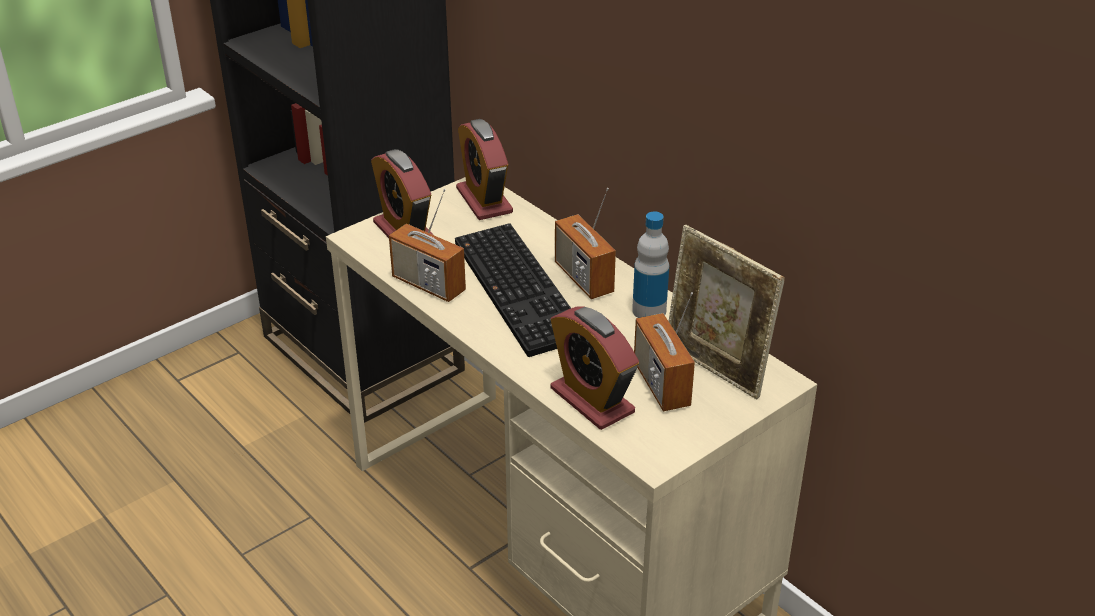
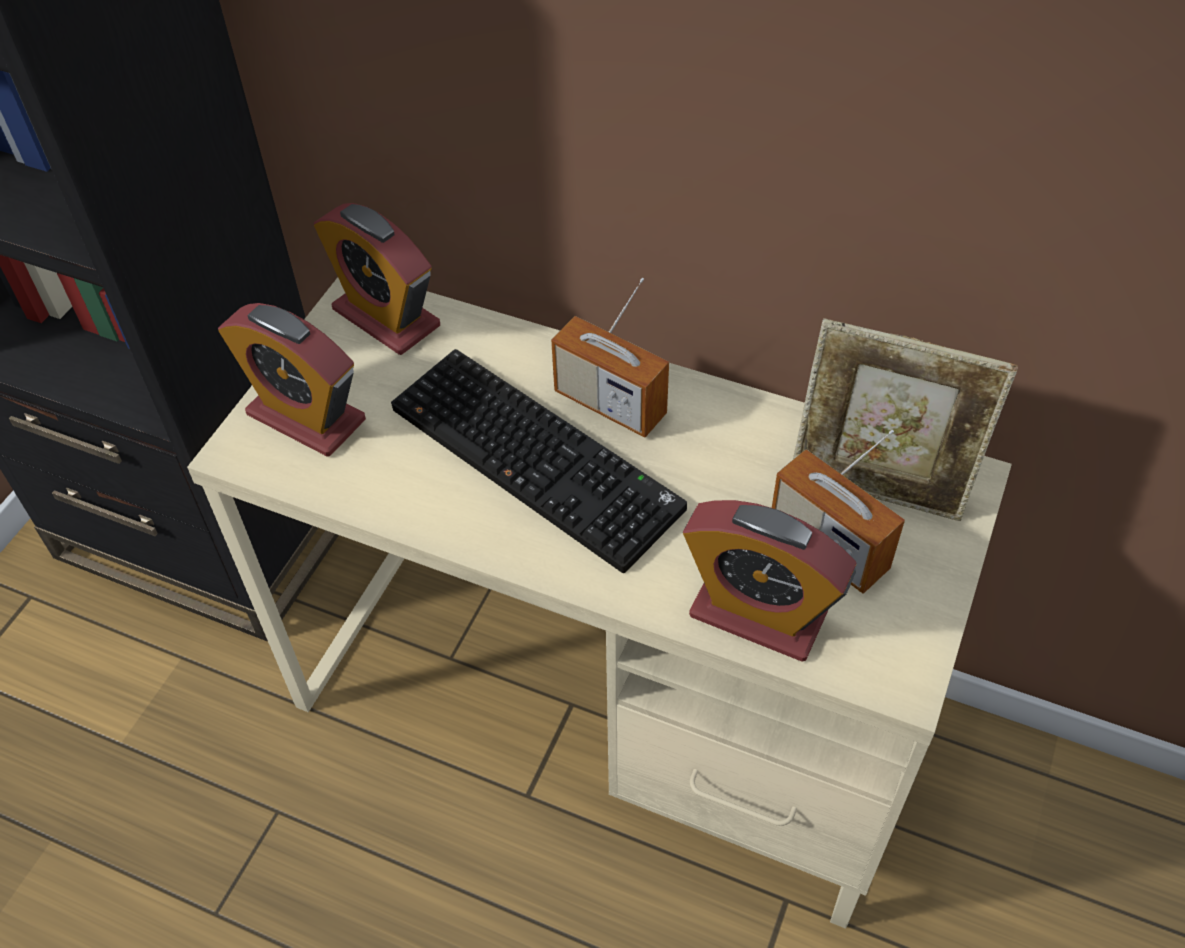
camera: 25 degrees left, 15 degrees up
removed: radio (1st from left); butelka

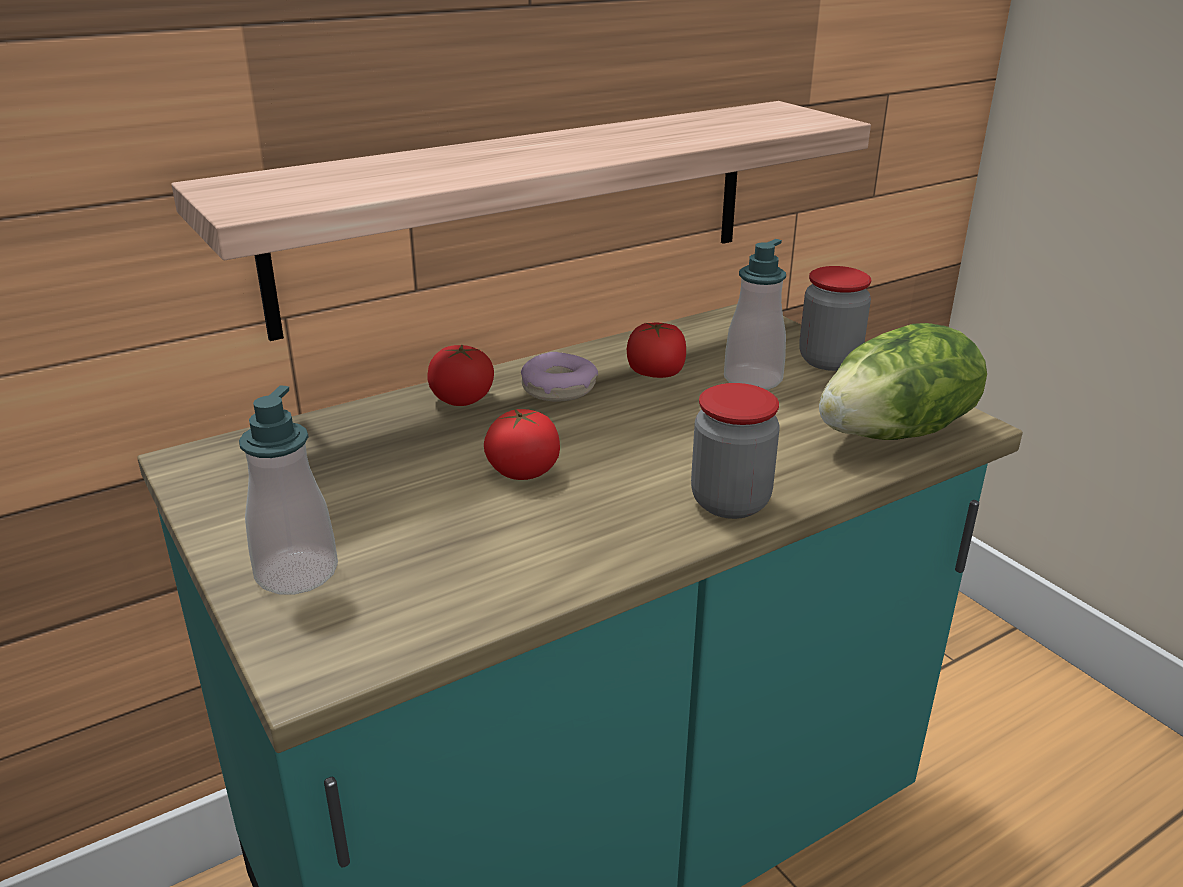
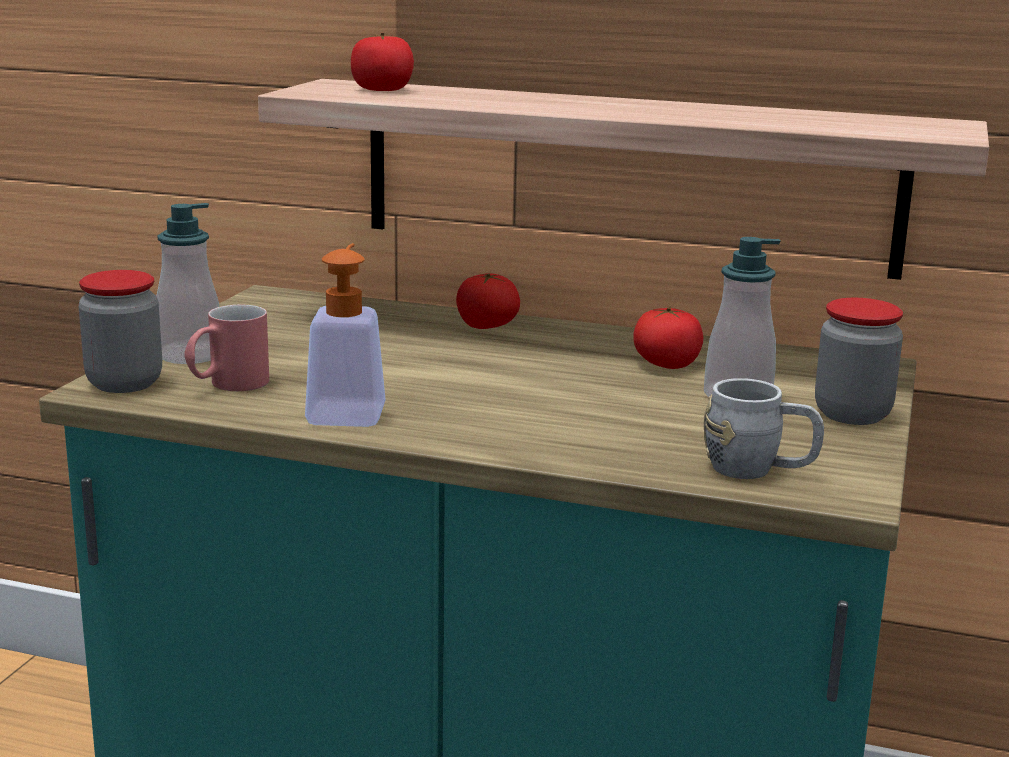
camera: 50 degrees right, 10 degrees down
removed: donut
added: kubek/czerwony; dozownik mydła (2nd from left)
moved: pomidor (2nd from left in the first image) to pomidor (1st from left); słoik (1st from left)
replaced: sałata to kubek/szary

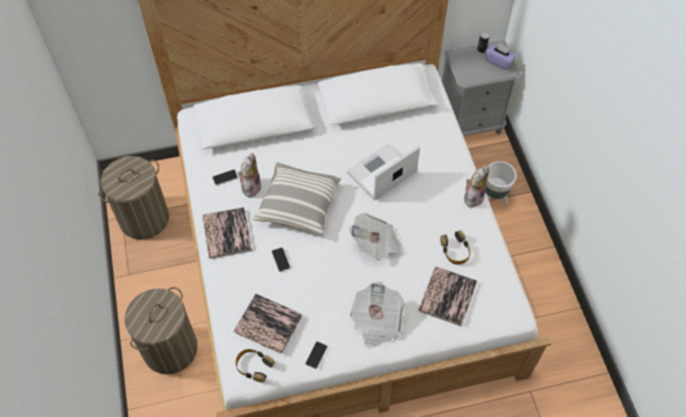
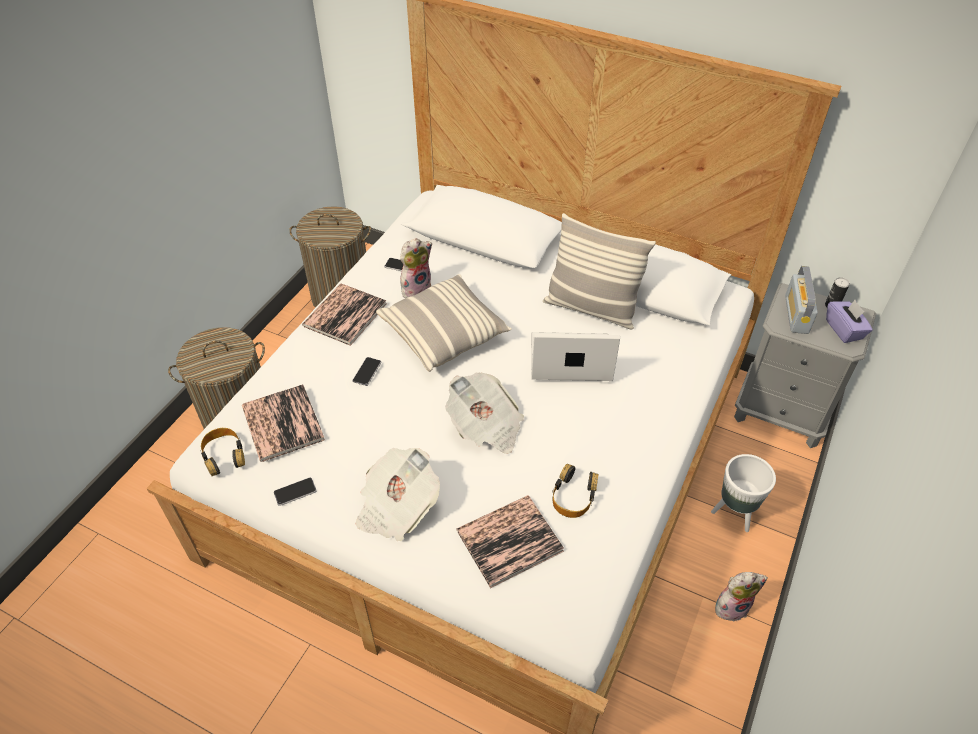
camera: 40 degrees right, 10 degrees down
added: poduszka (2nd from left); radio
moved: pluszak (2nd from left)

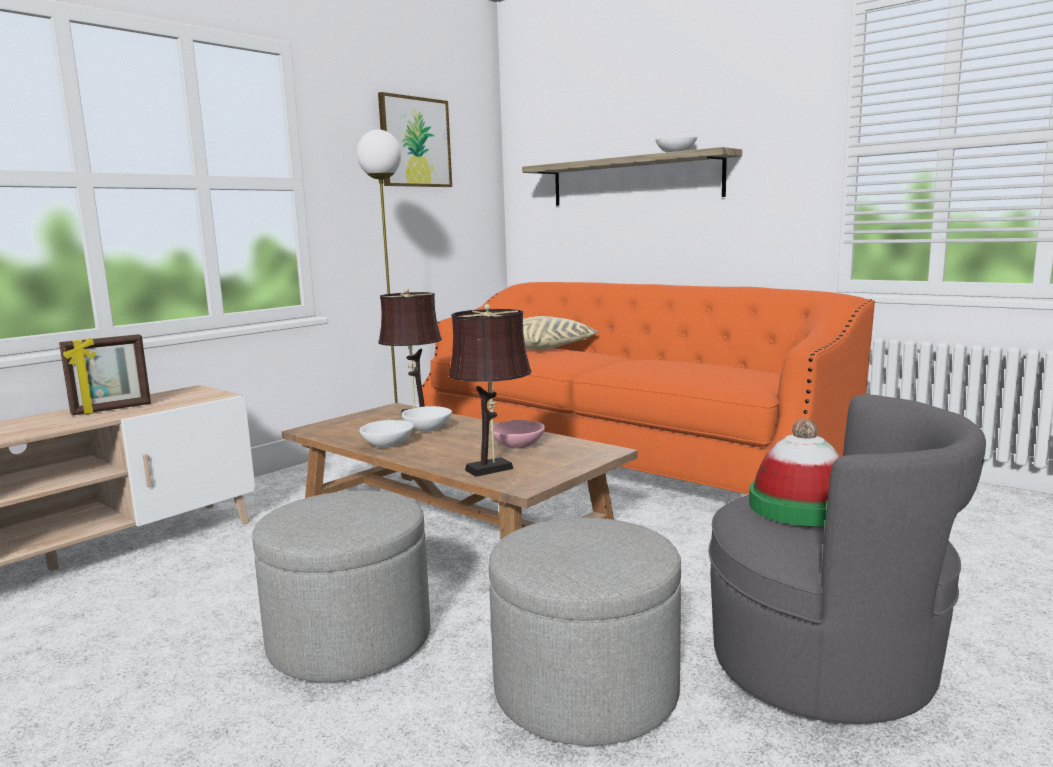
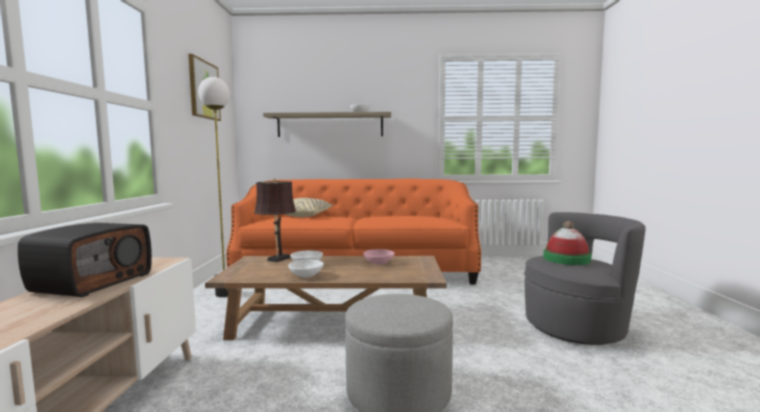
camera: 40 degrees left, 5 degrees down
removed: lampa stołowa/brązowy (2nd from left); pufa/szary (2nd from left)
replaced: ramka na zdjęcie to radio

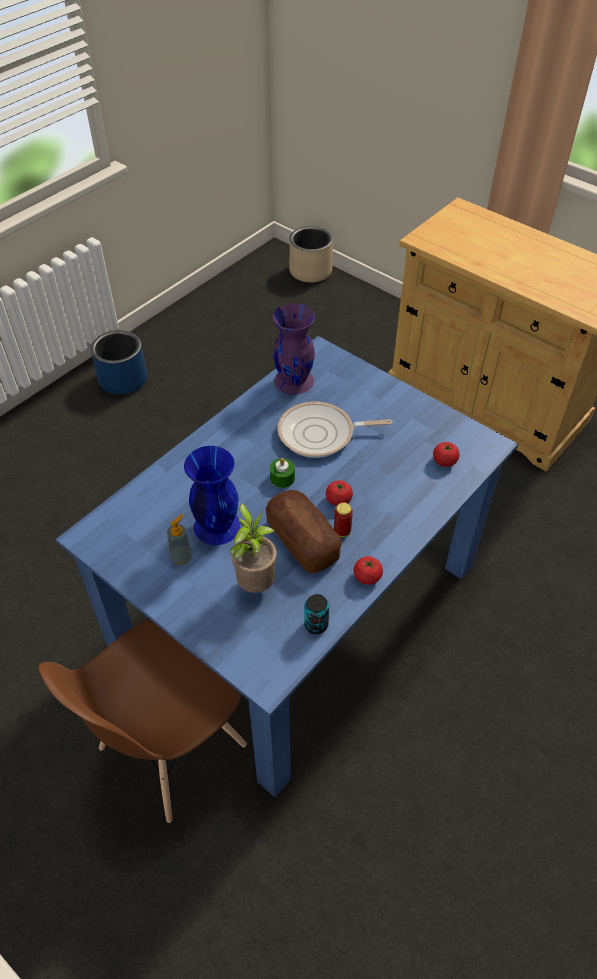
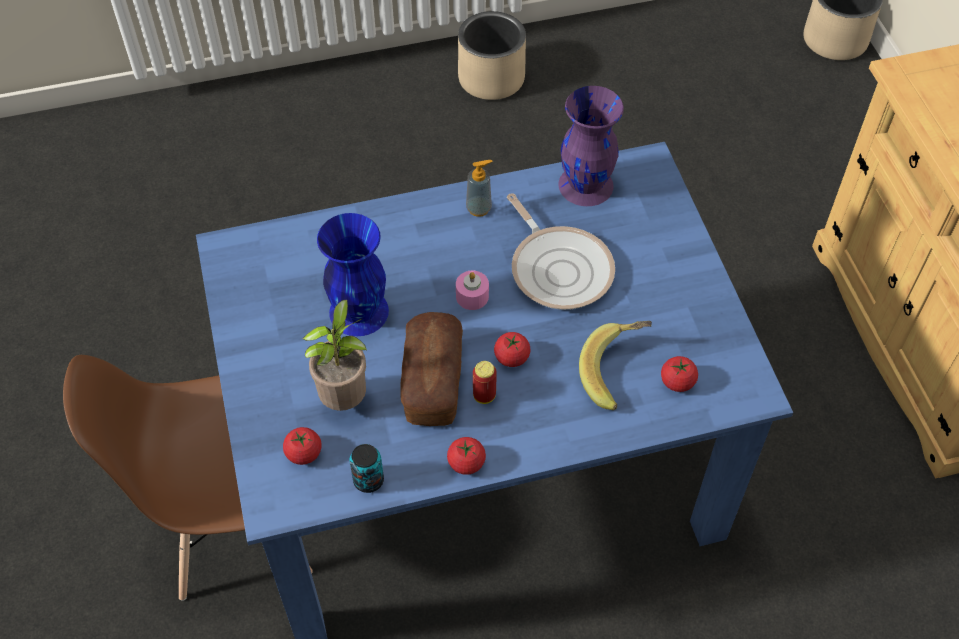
camera: 35 degrees right, 5 degrees up
added: pomidor (1st from left); banan
moved: dozownik mydła
recoloured: donica/niebieski to donica/beżowy (1st from left); świeca/zielony to świeca/różowy
turned: patelnia 150 degrees counterclockwise

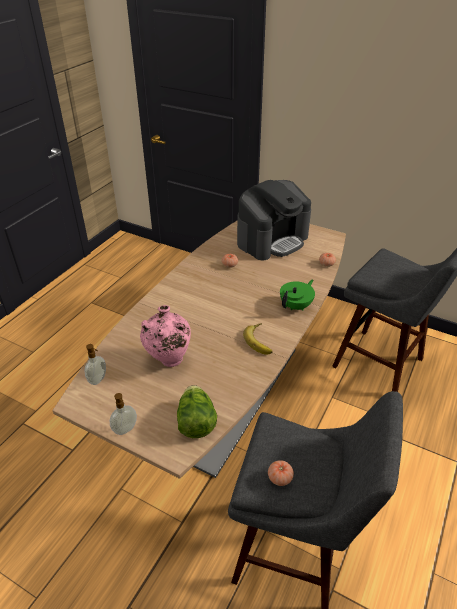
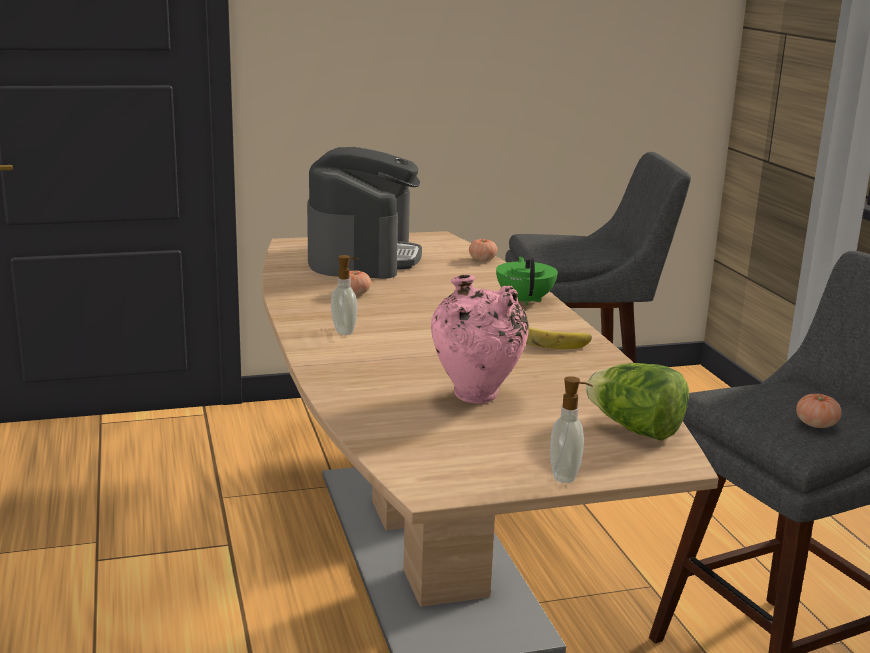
camera: 45 degrees left, 20 degrees down
moved: dozownik mydła (1st from left)

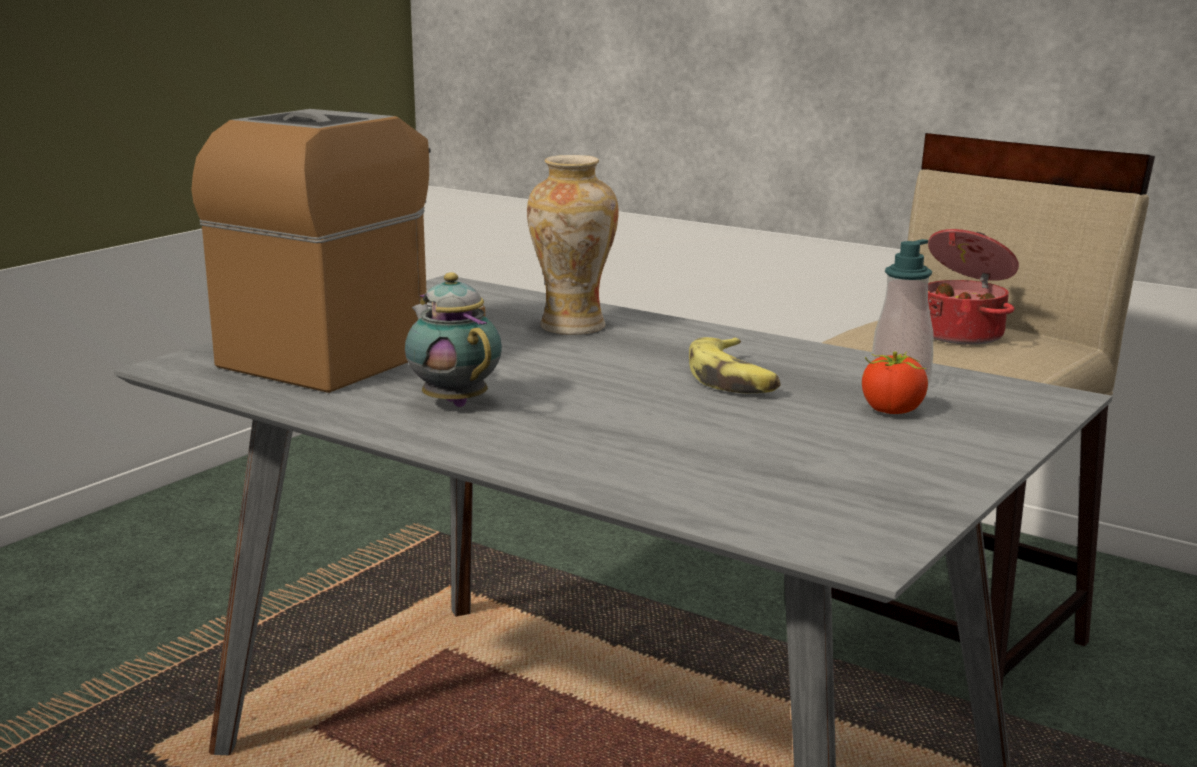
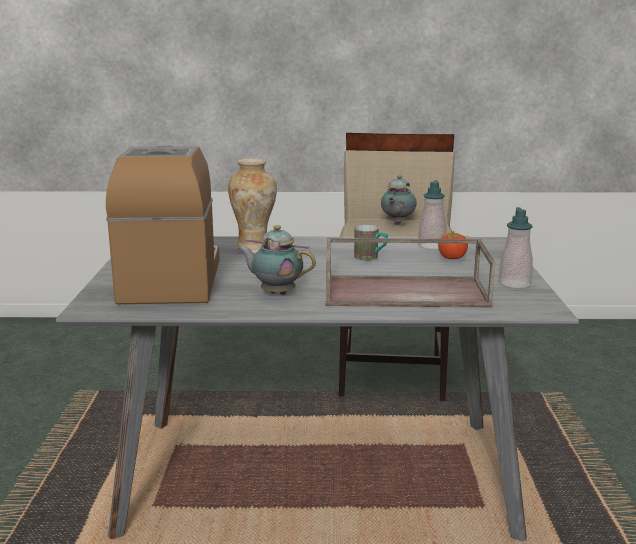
camera: 35 degrees left, 0 degrees up
added: taca/brązowy; dozownik mydła (2nd from left)
replaced: banan to kubek; garnek to imbryk (2nd from left)

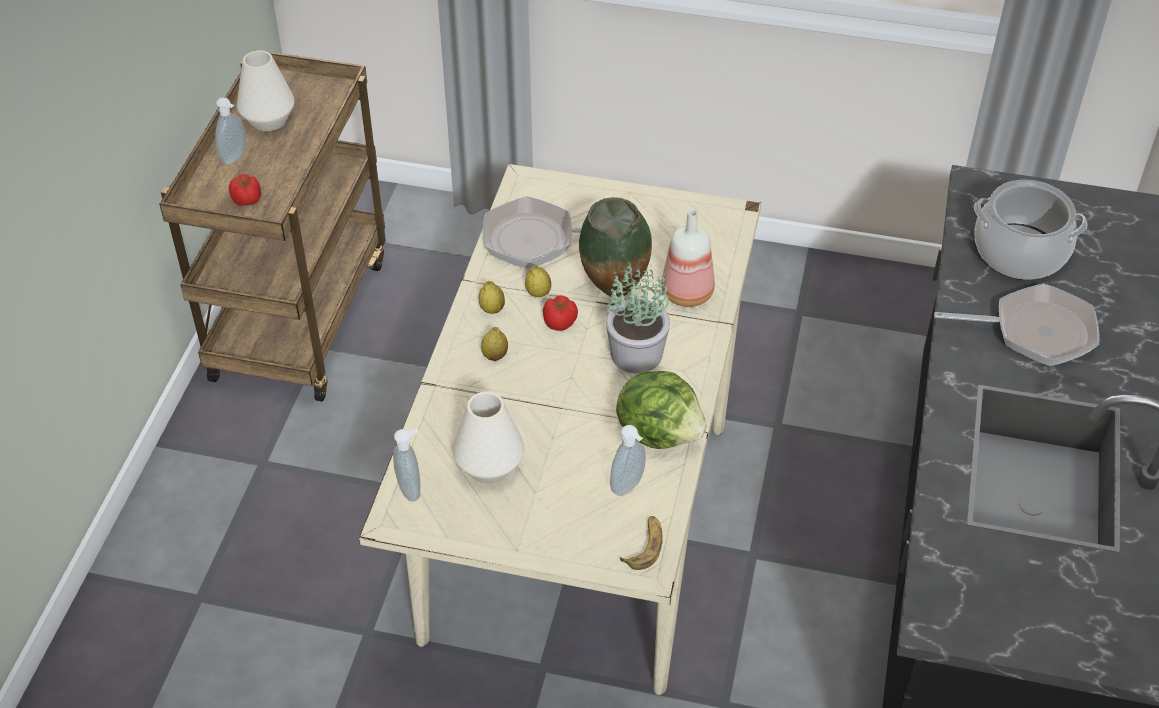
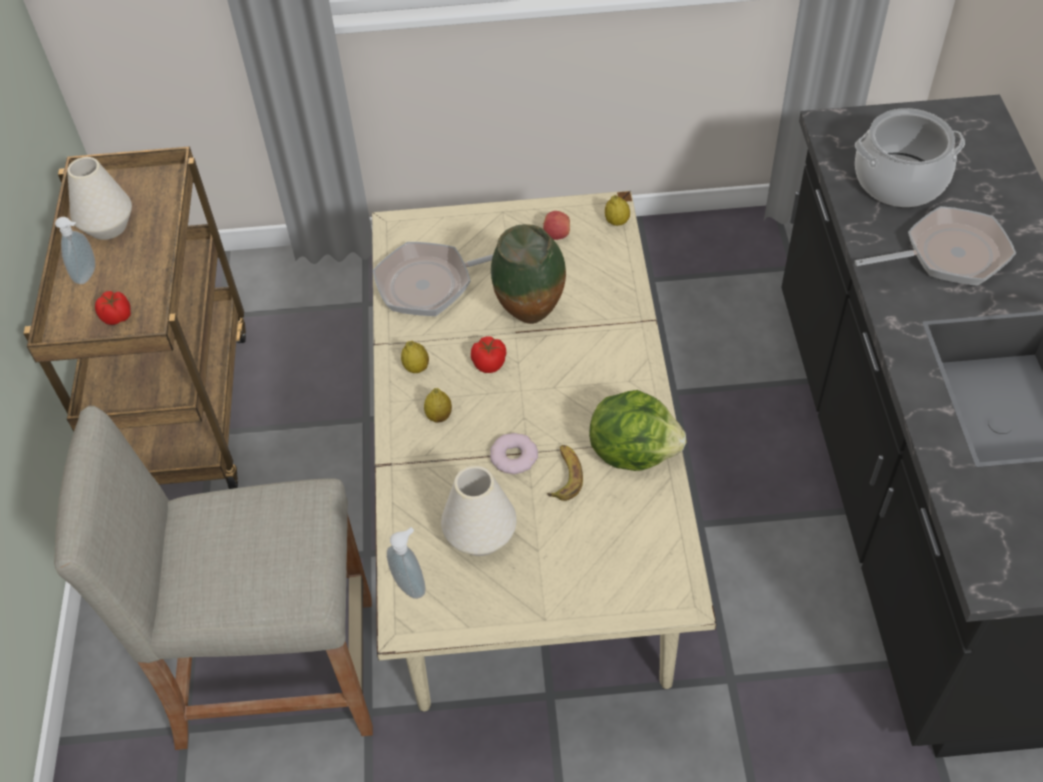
camera: 15 degrees left, 5 degrees up
removed: roślina doniczkowa; dozownik mydła (3rd from left); butelka
added: stołek/beżowy; donut; jabłko
moved: cytryna (3rd from left); banan

